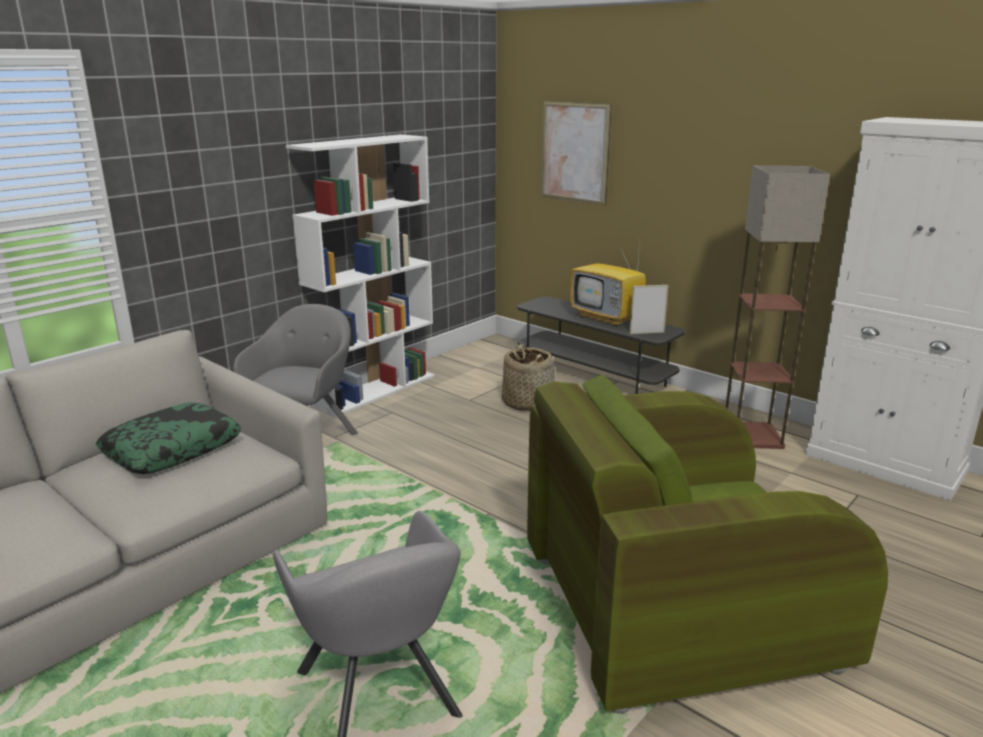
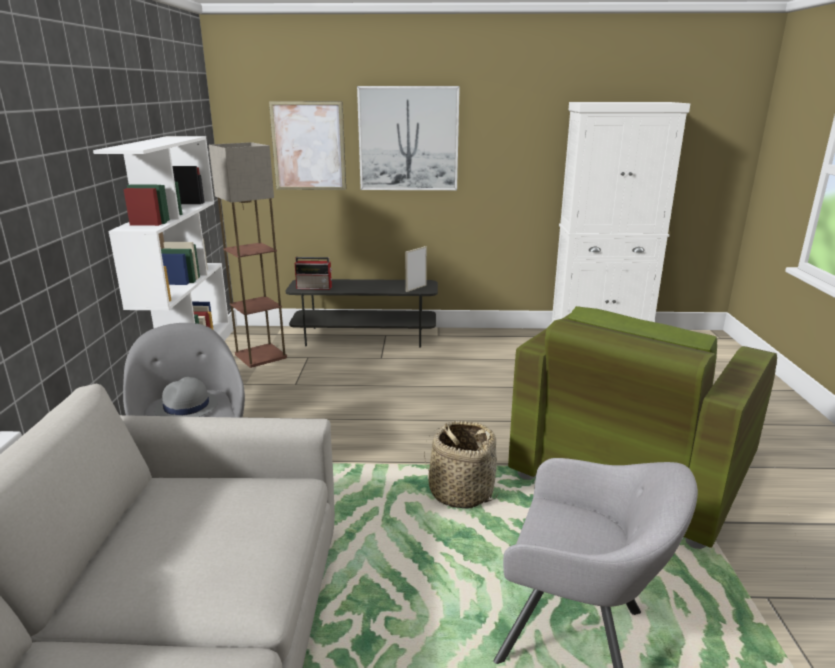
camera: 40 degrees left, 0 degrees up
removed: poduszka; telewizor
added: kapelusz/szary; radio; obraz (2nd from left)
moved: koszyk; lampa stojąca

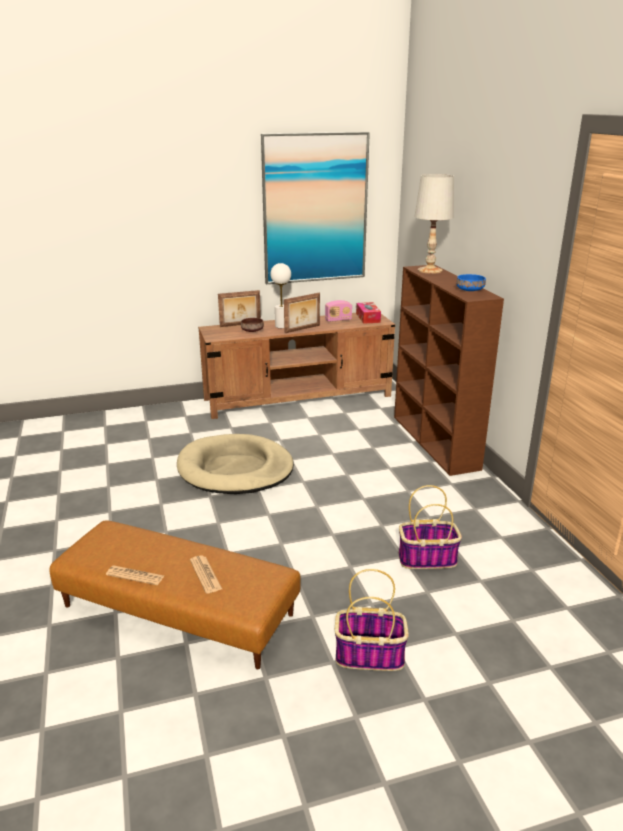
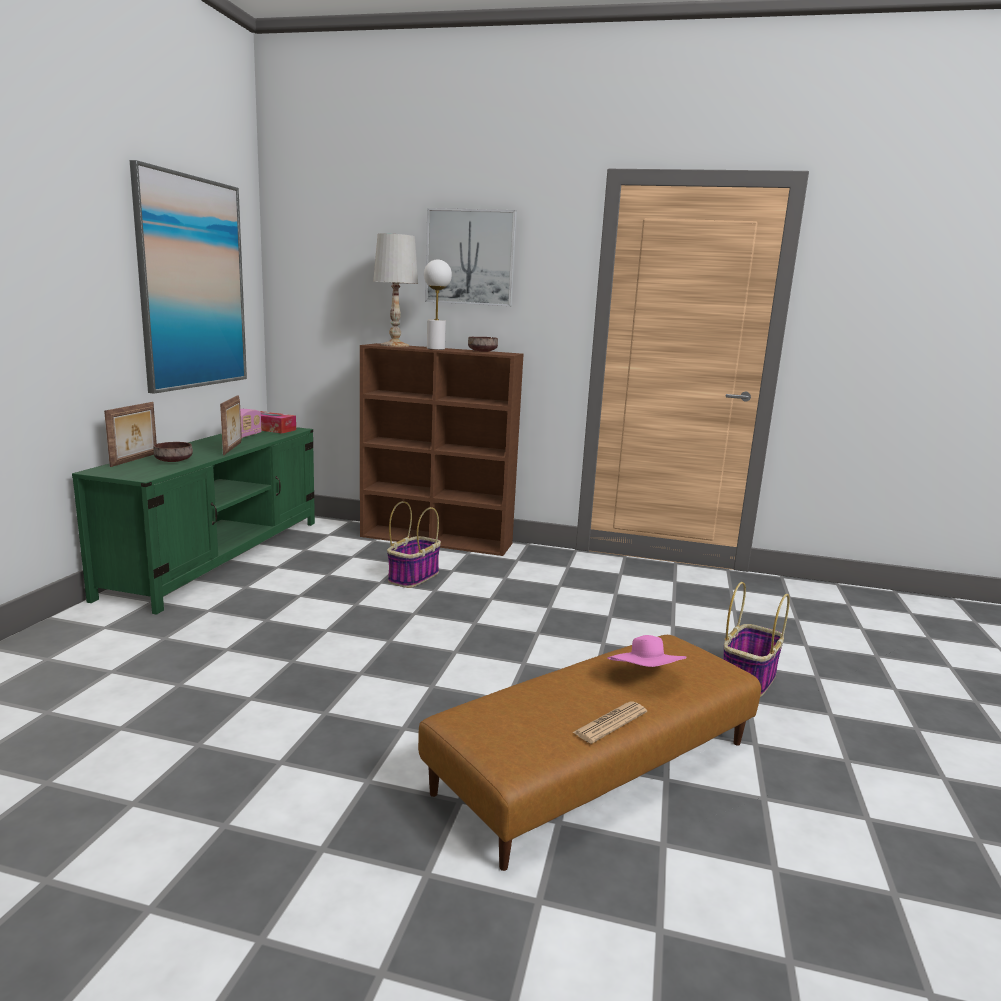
camera: 60 degrees left, 10 degrees down
removed: legowisko/beżowy
added: obraz (2nd from left)
moved: lampa stołowa/biały (1st from left in the first image) to lampa stołowa/biały (2nd from left); koszyk (2nd from left in the first image) to koszyk (1st from left)
replaced: gazeta (2nd from left) to kapelusz/różowy
recoloured: szafka pod telewizor/brązowy to szafka pod telewizor/zielony; miska/niebieski to miska/brązowy (2nd from left)

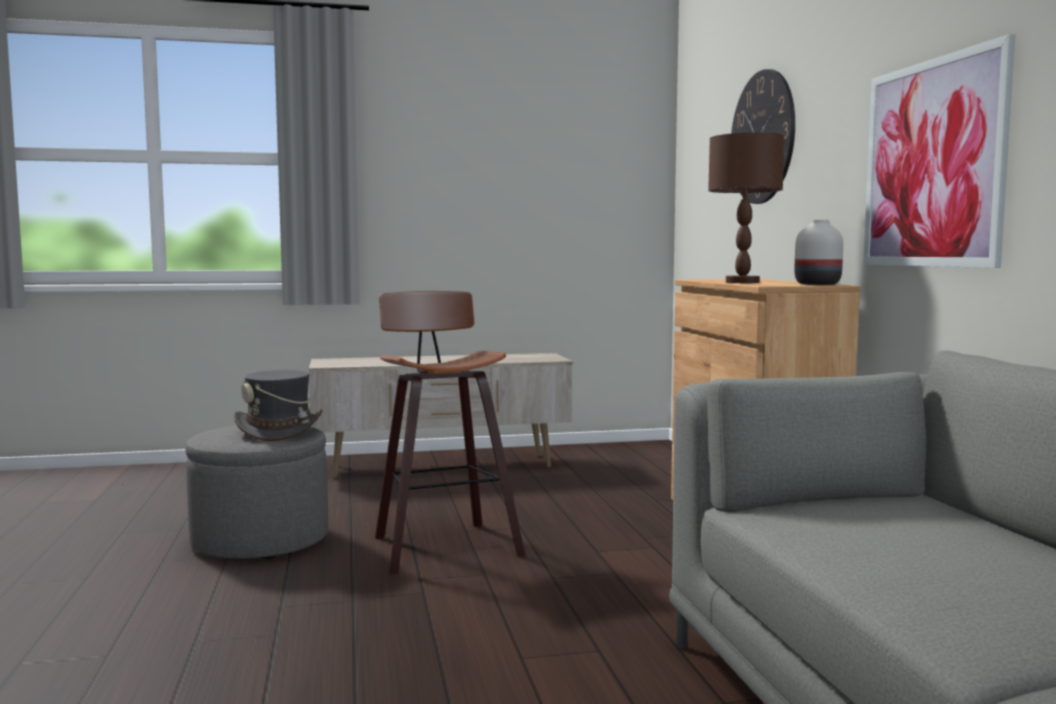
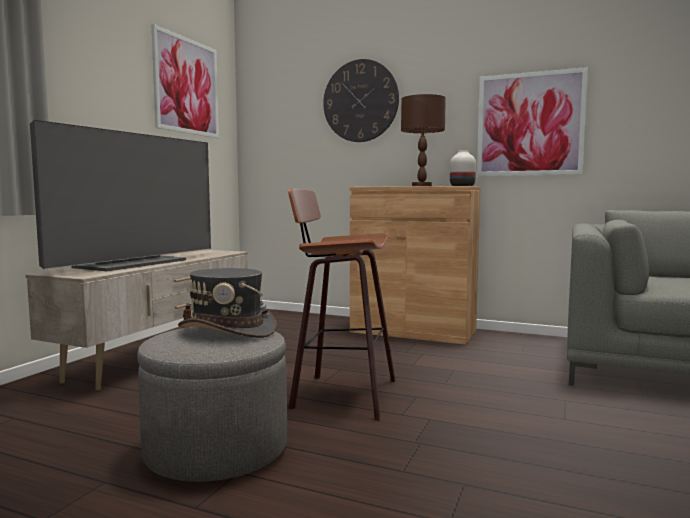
camera: 55 degrees left, 0 degrees up
added: telewizor; obraz (1st from left)

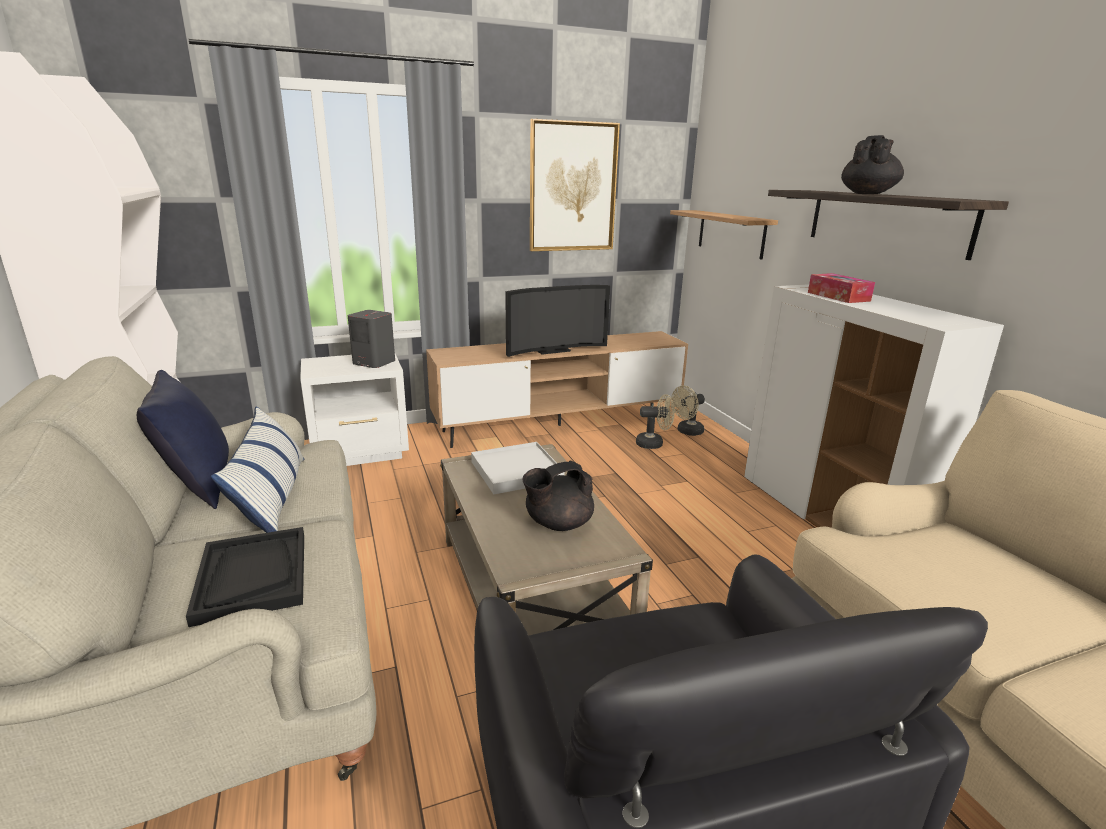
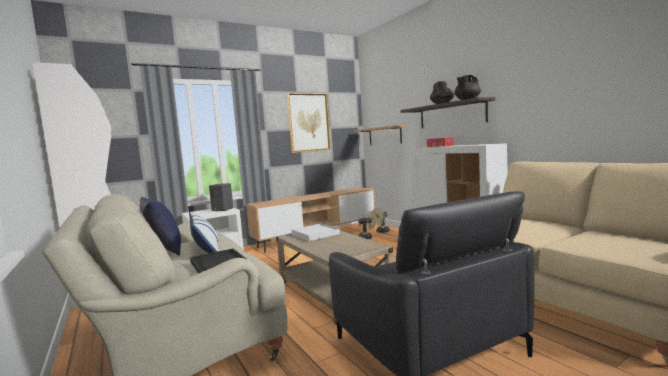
camera: 10 degrees left, 15 degrees down
removed: telewizor
moved: imbryk/czarny (1st from left in the first image) to imbryk/czarny (2nd from left)

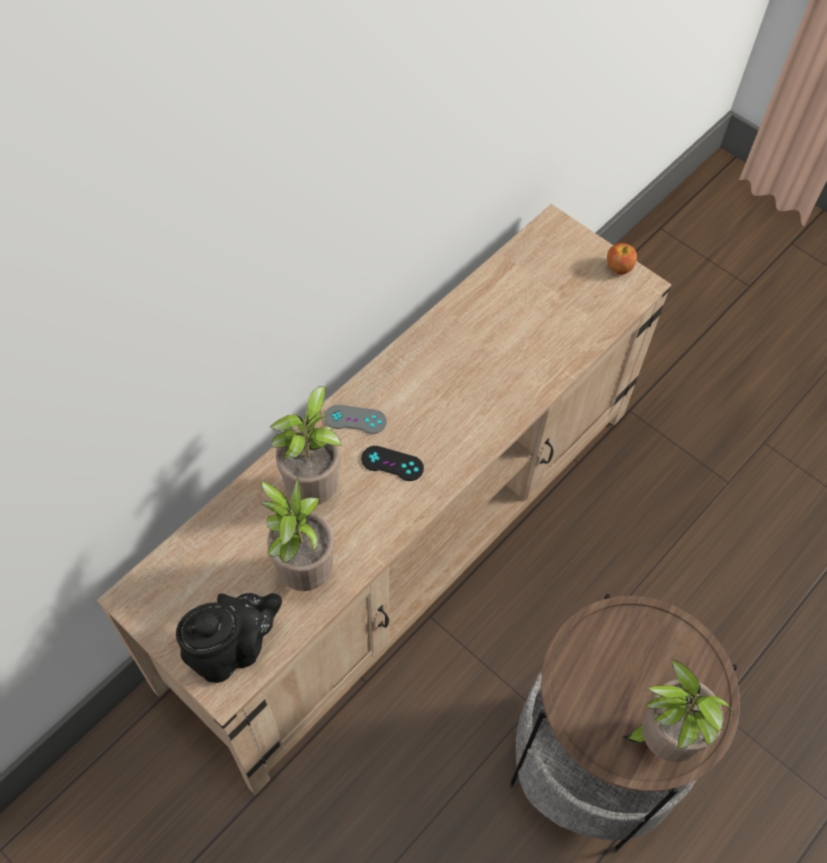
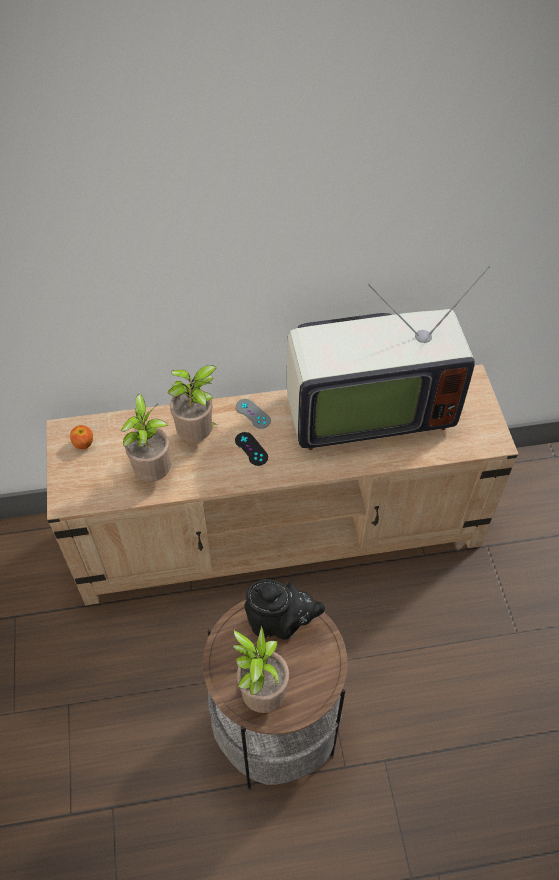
camera: 40 degrees right, 5 degrees down
added: telewizor
moved: imbryk/czarny; jabłko

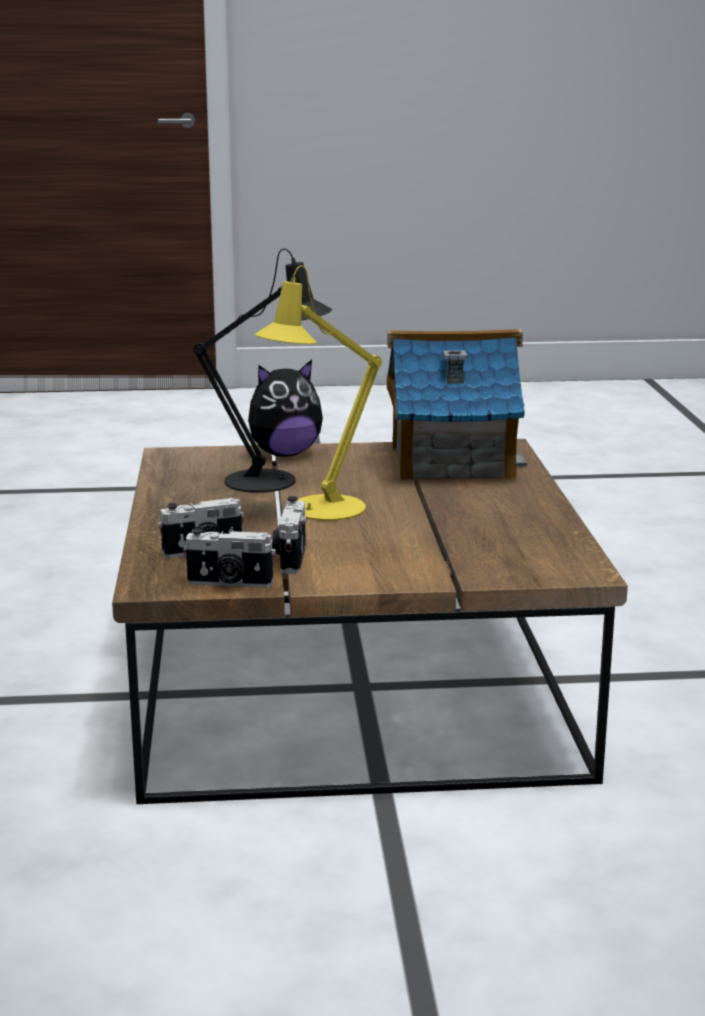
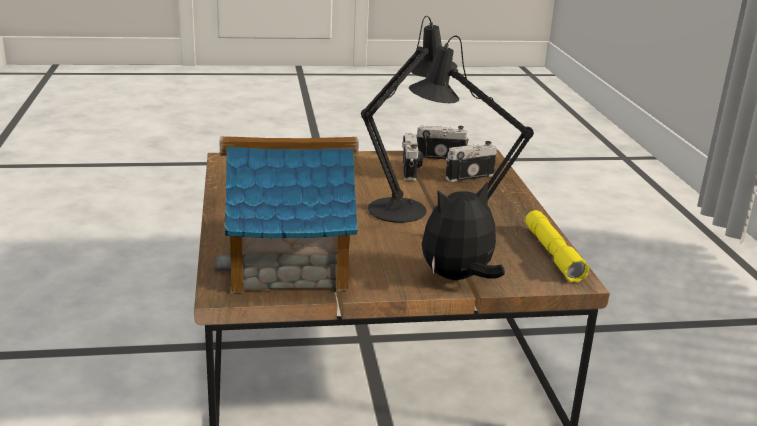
camera: 175 degrees right, 5 degrees up
added: latarka/żółty
recoloured: lampa stołowa/żółty to lampa stołowa/czarny (1st from left)

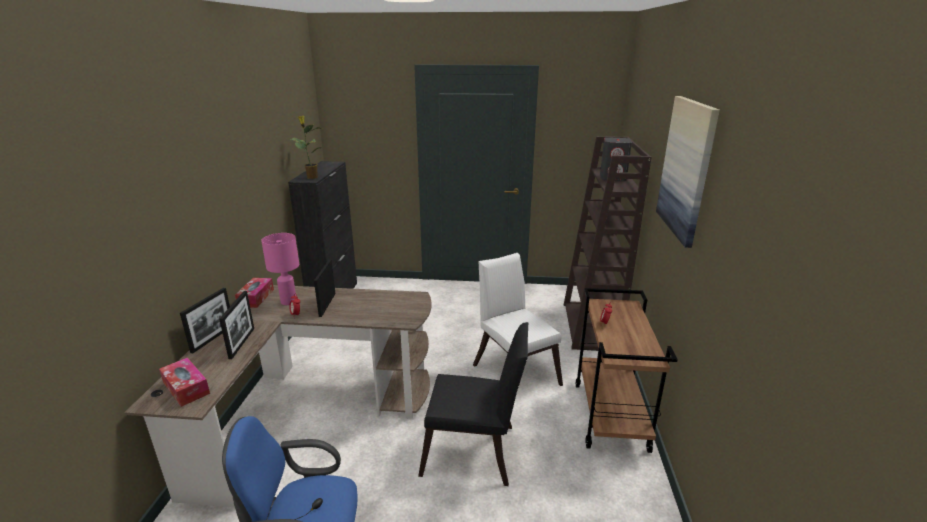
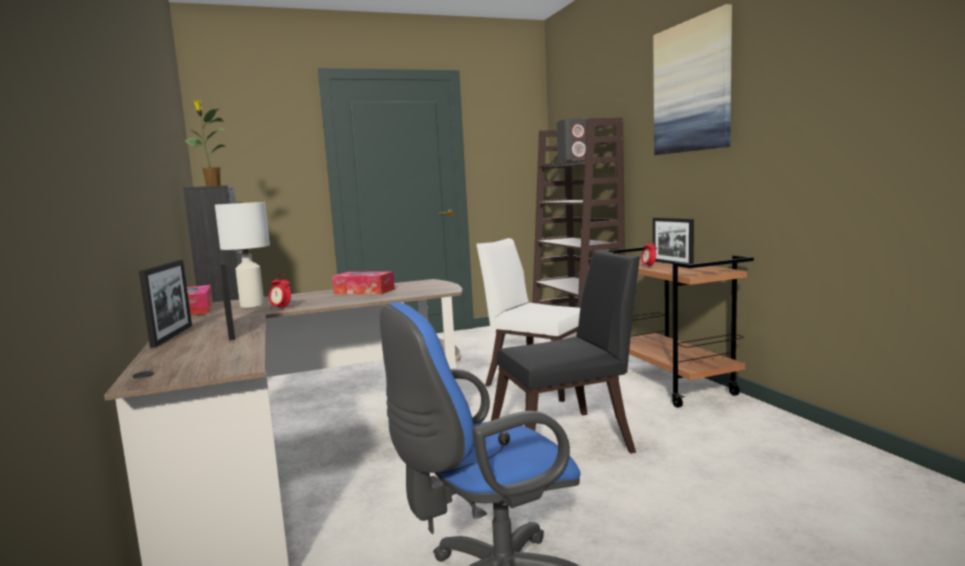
camera: 25 degrees left, 15 degrees down
moved: pudełko chusteczek (1st from left in the first image) to pudełko chusteczek (2nd from left); ramka na zdjęcie (3rd from left)
recoloured: lampa stołowa/różowy to lampa stołowa/biały

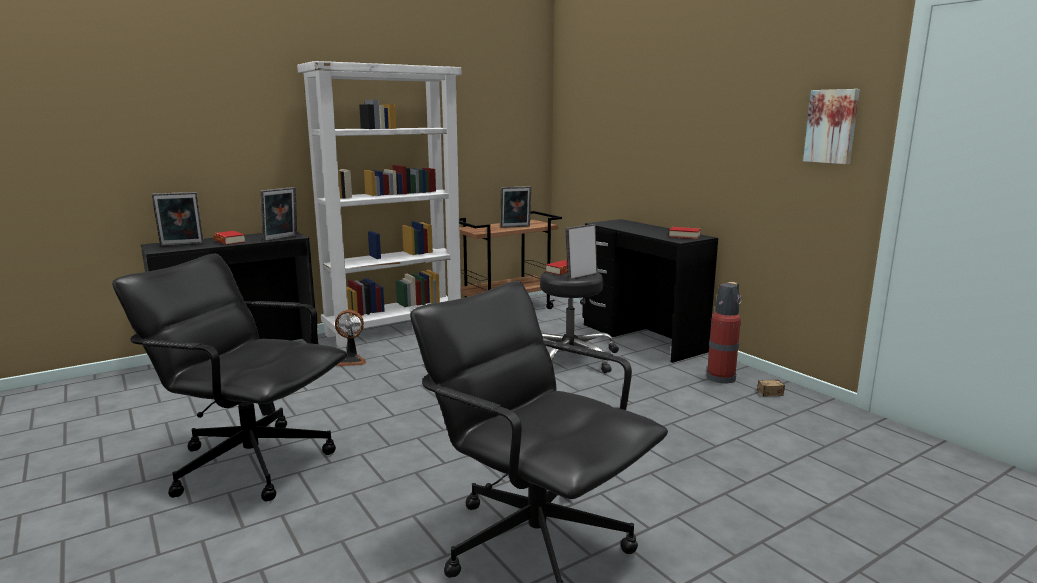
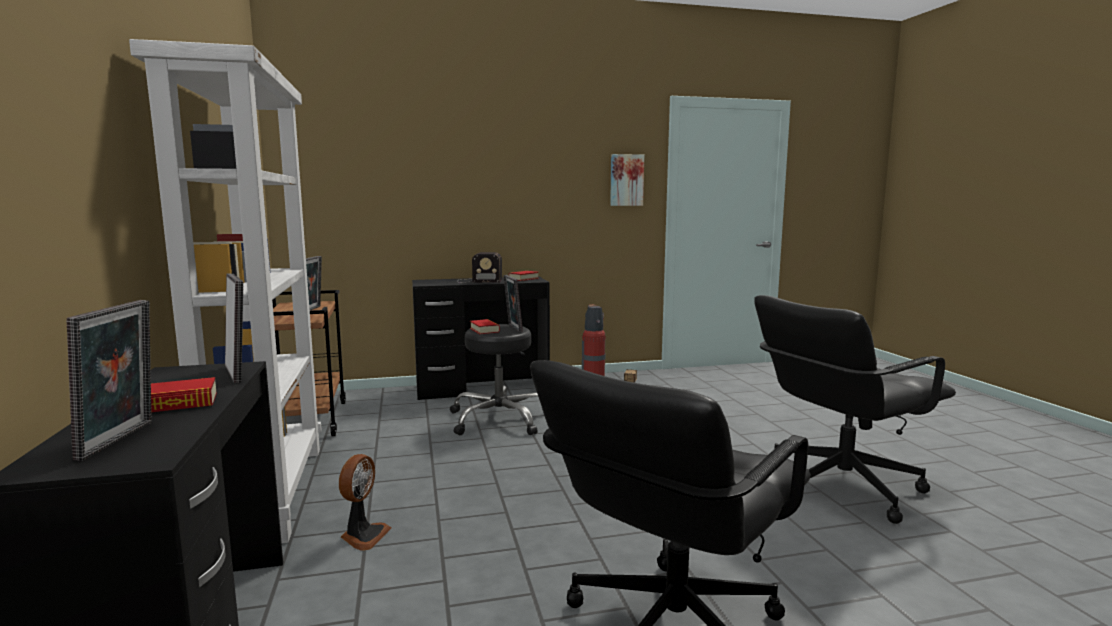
camera: 70 degrees left, 5 degrees down
added: radio

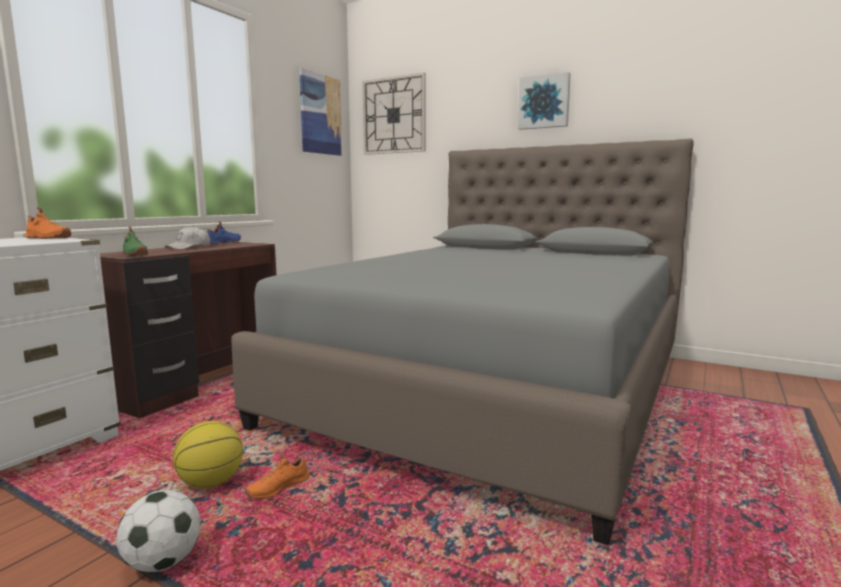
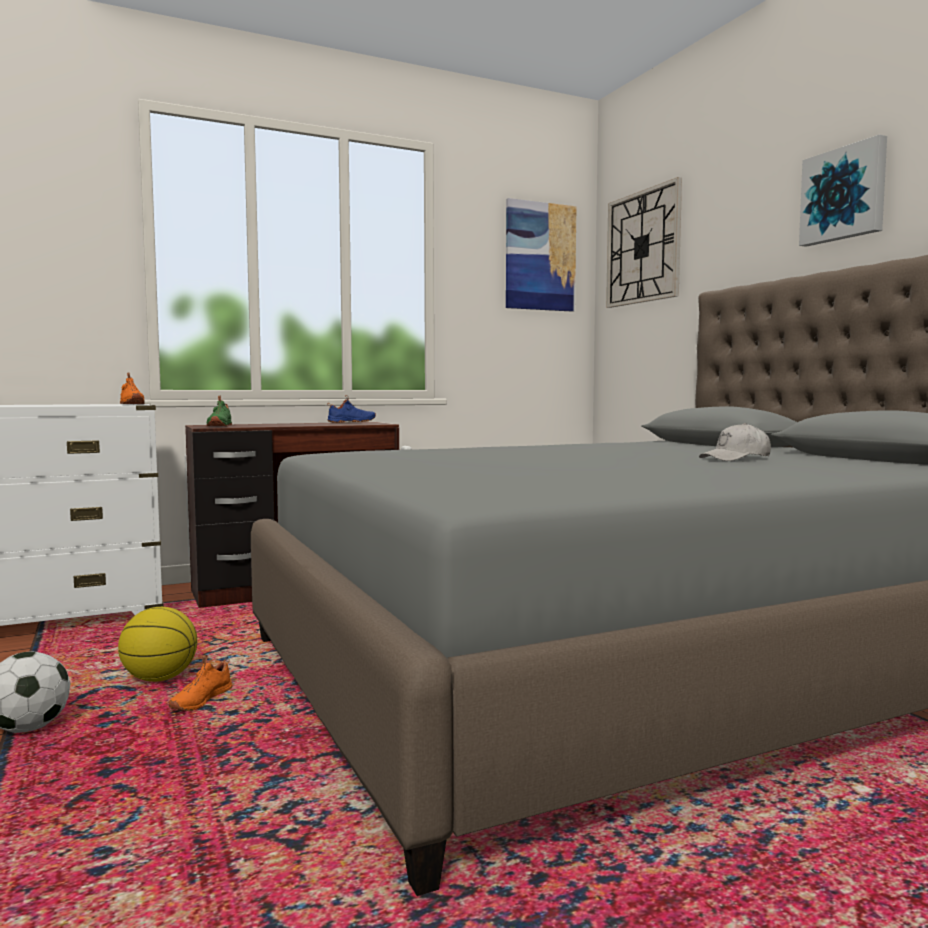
camera: 35 degrees right, 5 degrees down
moved: czapka z daszkiem/biały
turned: but/pomarańczowy (2nd from left) 60 degrees counterclockwise

